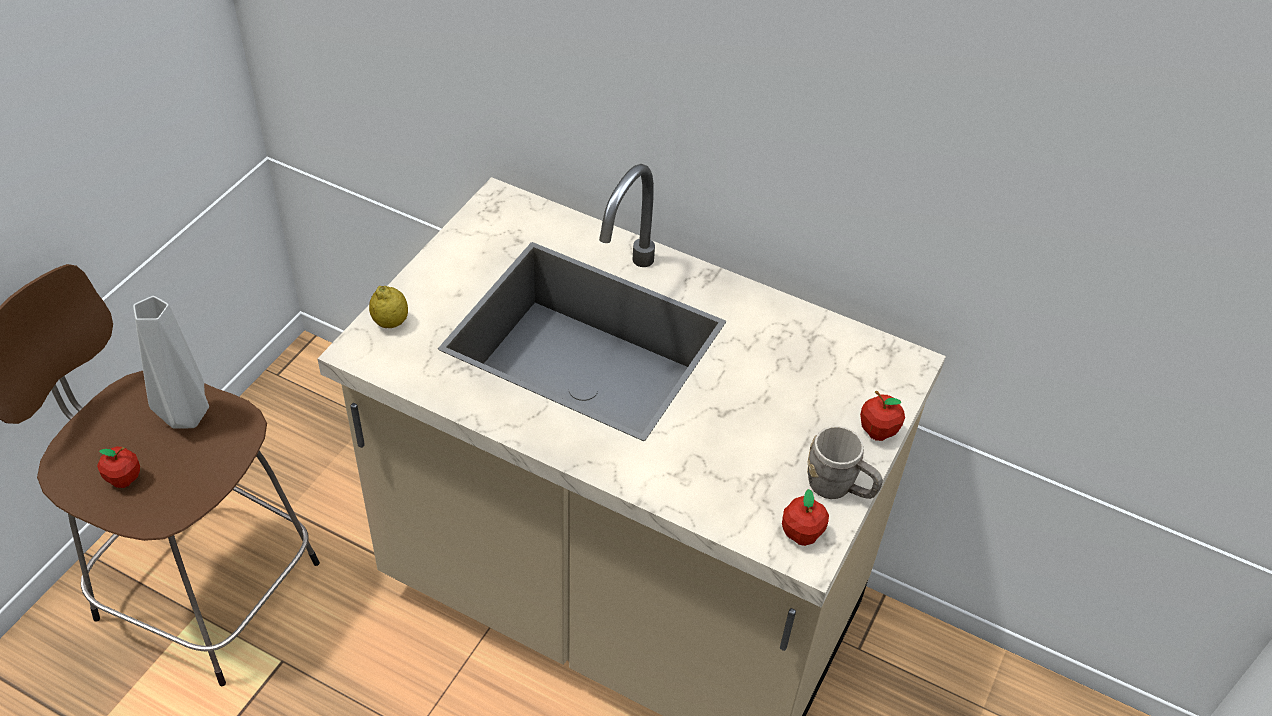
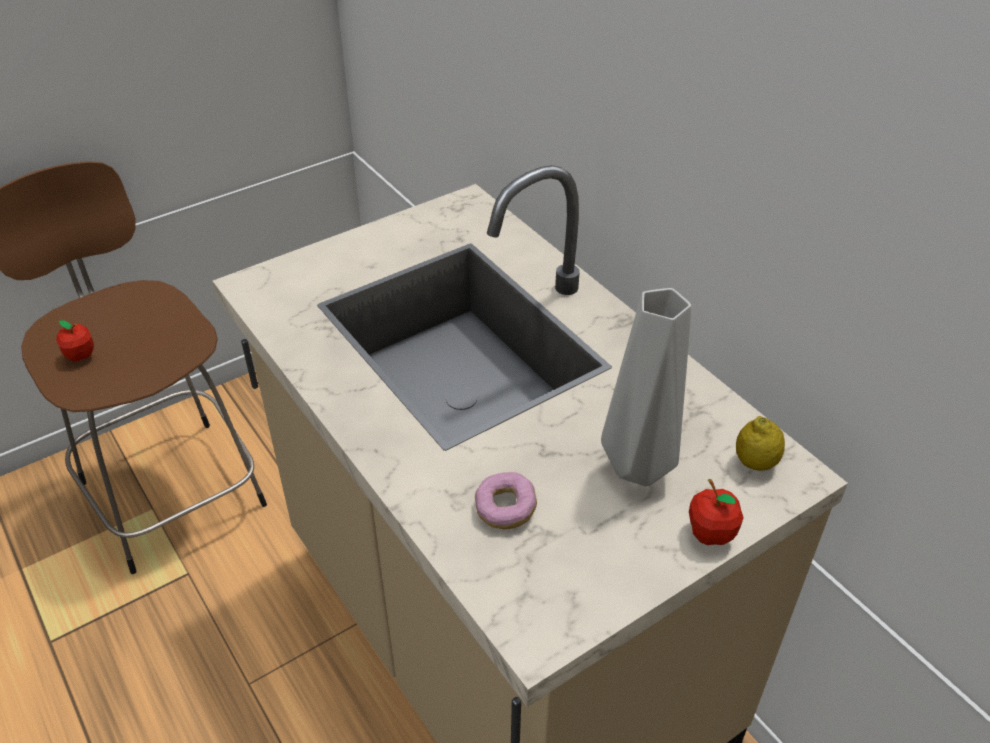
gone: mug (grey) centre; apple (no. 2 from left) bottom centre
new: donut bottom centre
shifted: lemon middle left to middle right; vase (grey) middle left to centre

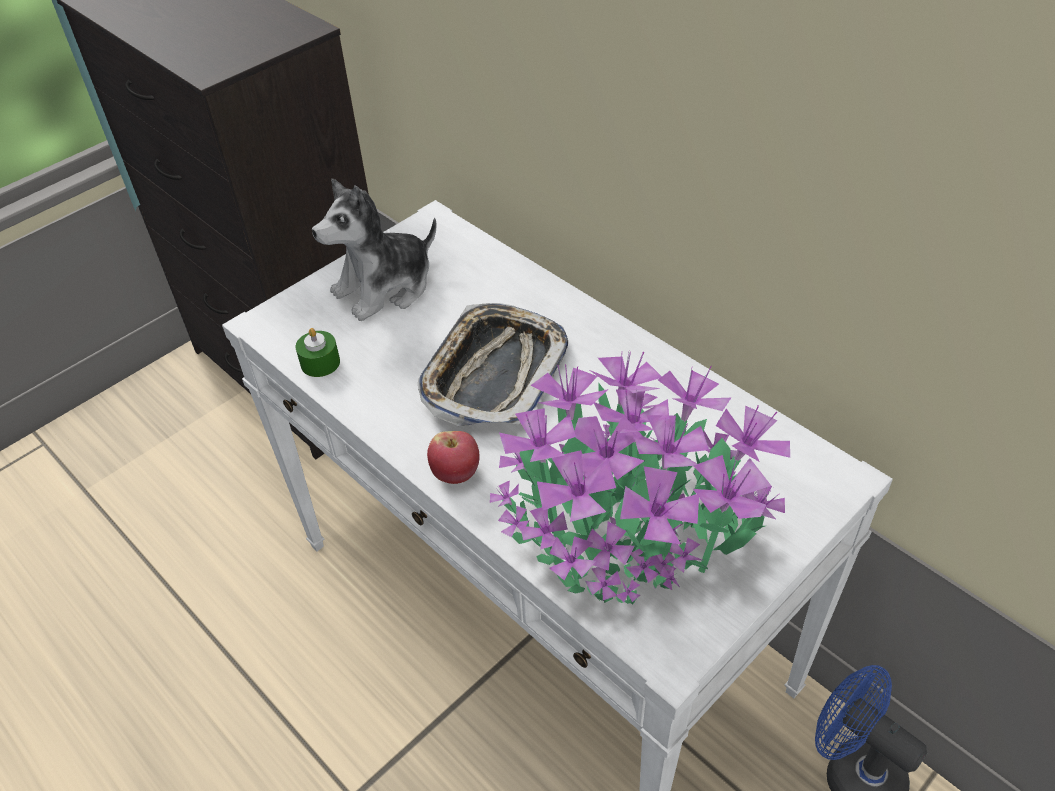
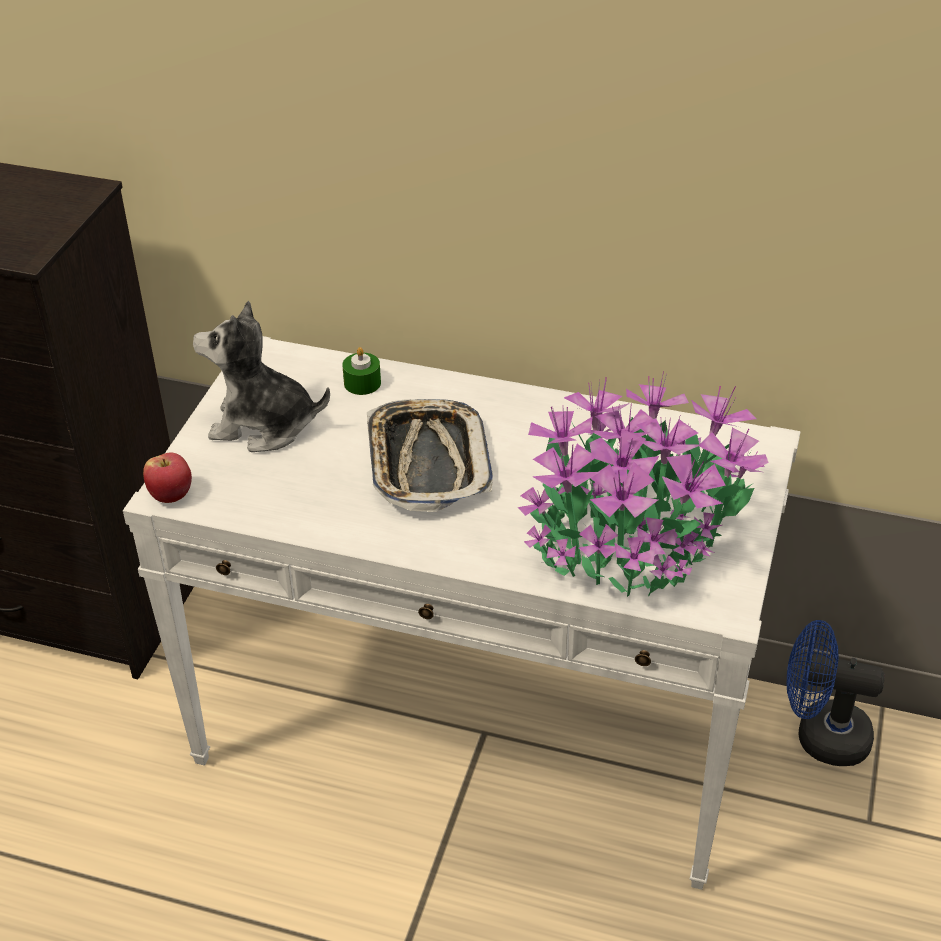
shifted: candle (green) middle left to centre; apple centre to middle left
rotated: plush toy top centre = middle left 75 degrees clockwise

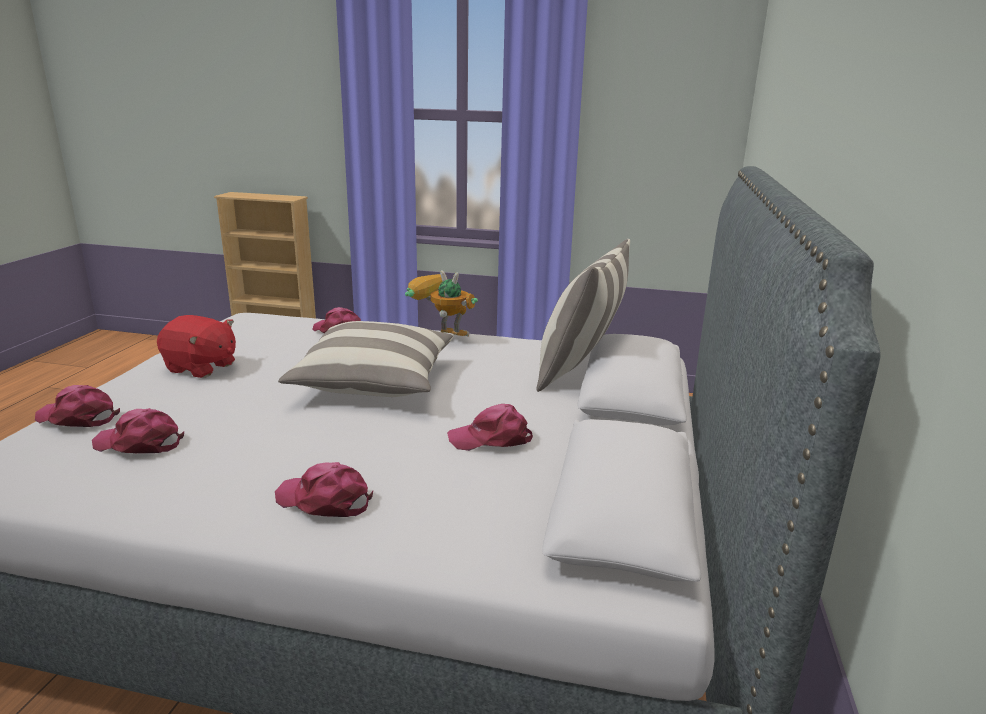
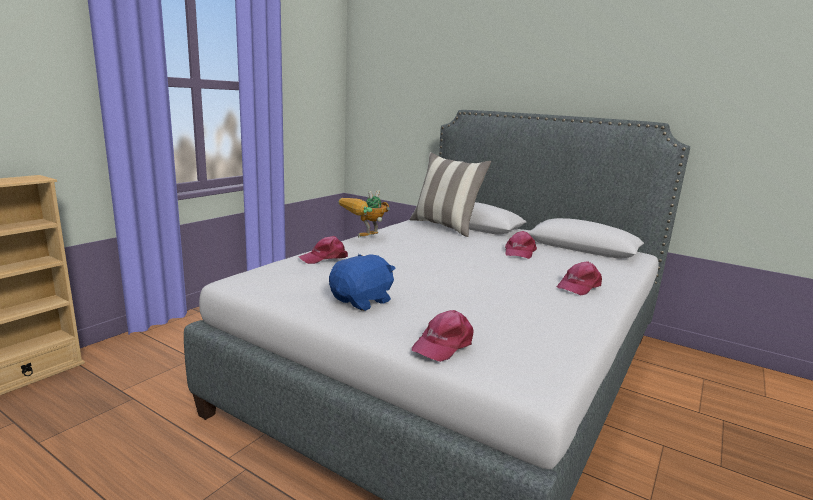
gone: pillow (no. 1 from left) centre; cap (pink) (no. 2 from left) middle left
repainted: plush toy (red) middle left to plush toy (blue) centre

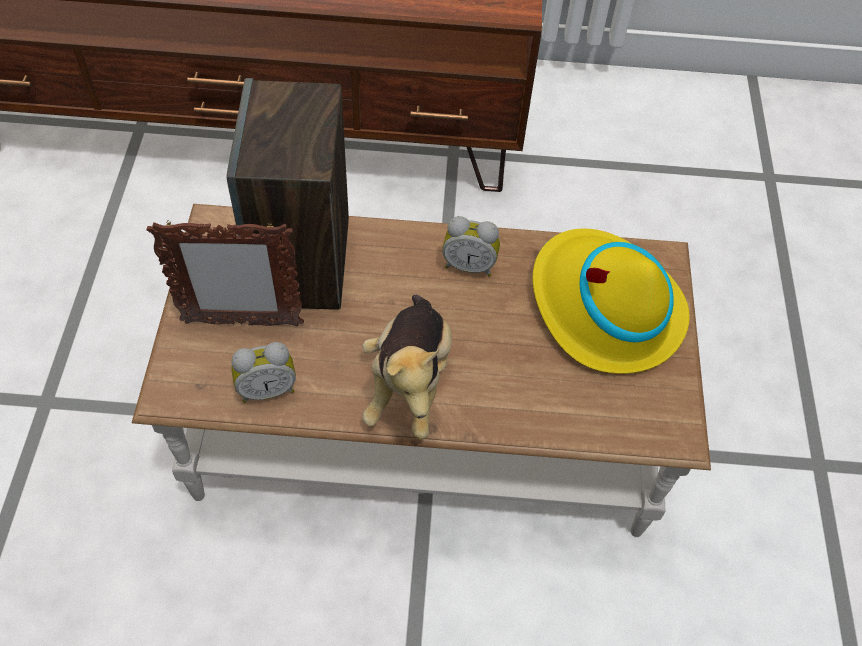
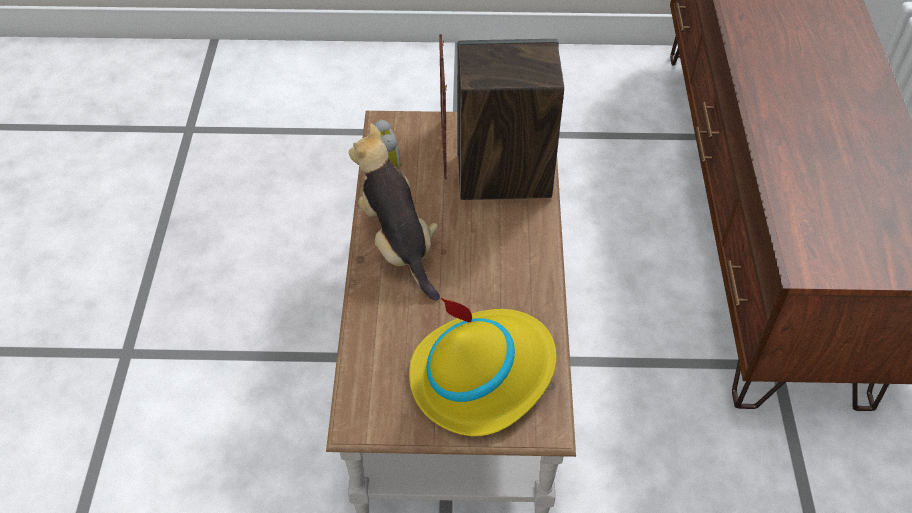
gone: alarm clock (no. 2 from left) centre
rotated: plush toy centre = centre 60 degrees clockwise

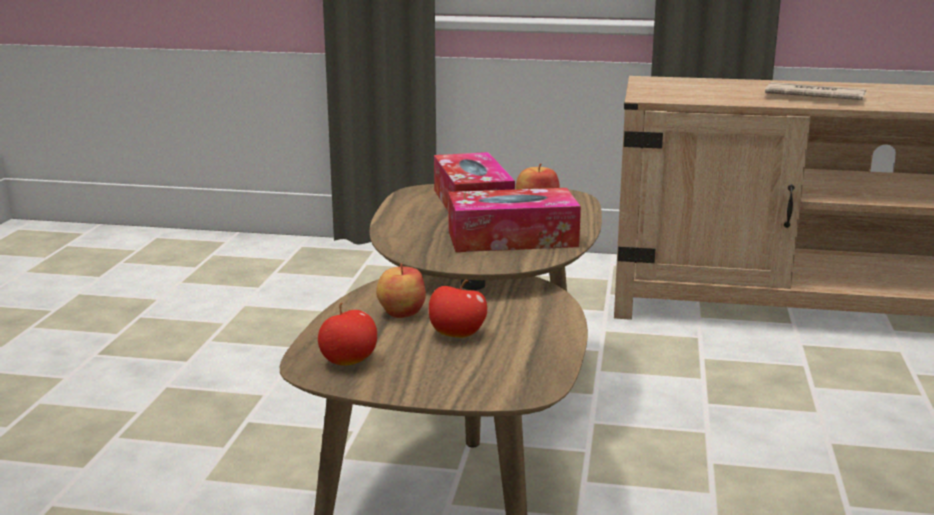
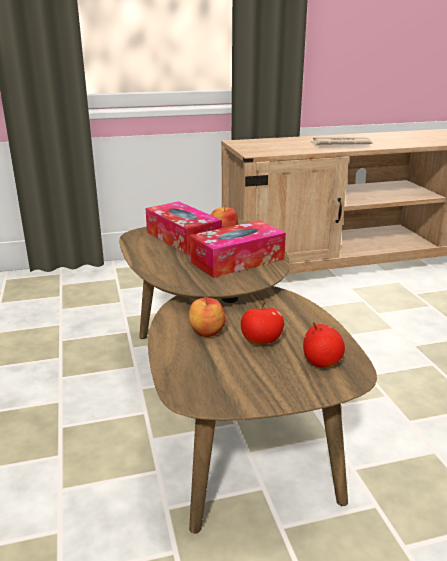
shifted: apple (no. 1 from left in the first image) centre to apple (no. 4 from left) middle right

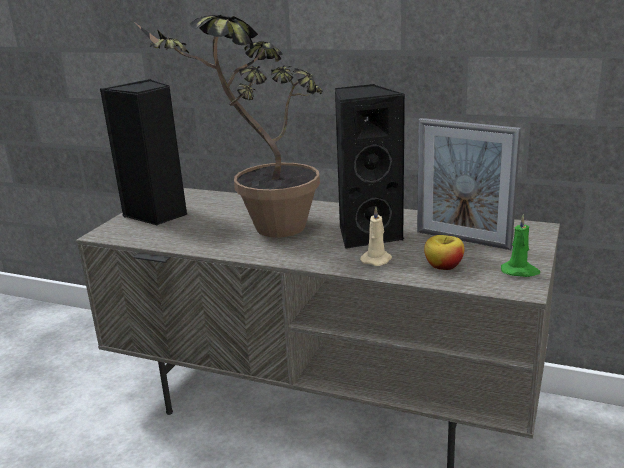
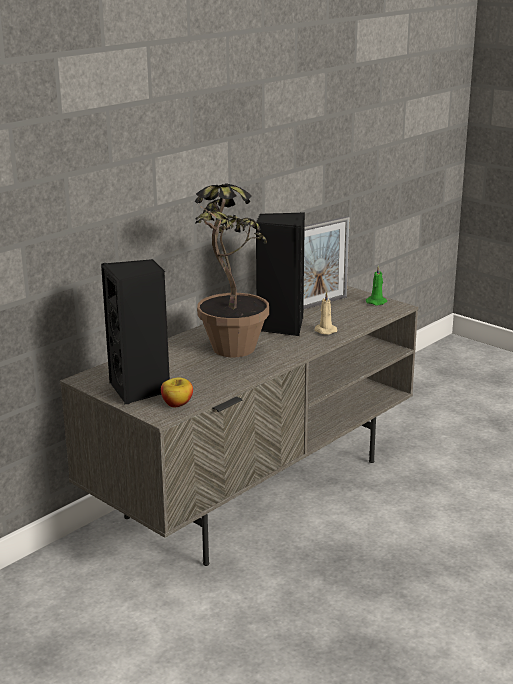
shifted: apple middle right to centre

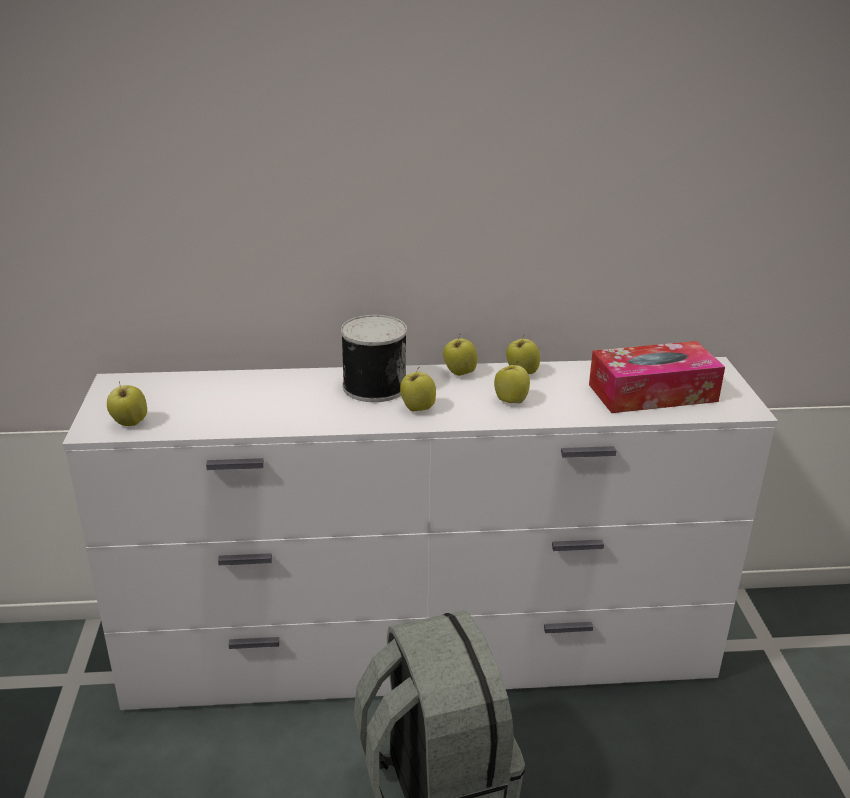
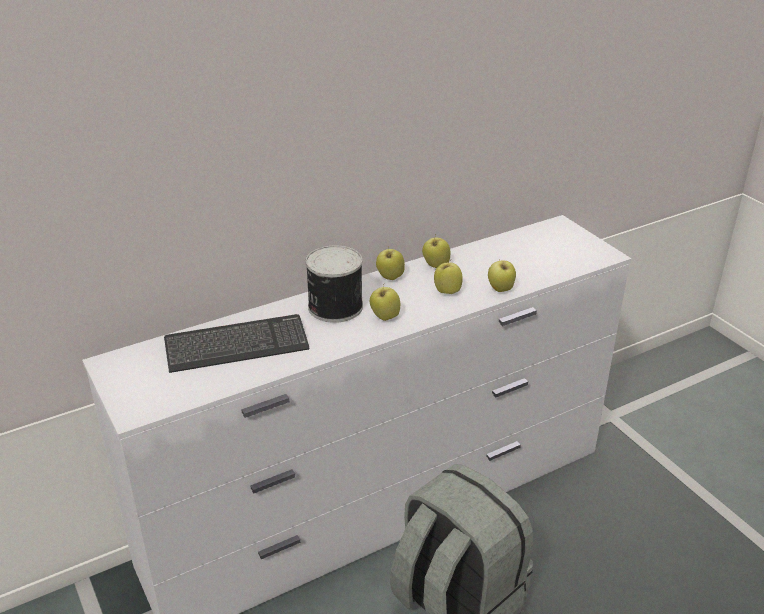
gone: tissue box middle right
new: keyboard middle left
shifted: apple (no. 1 from left in the first image) middle left to apple (no. 5 from left) centre

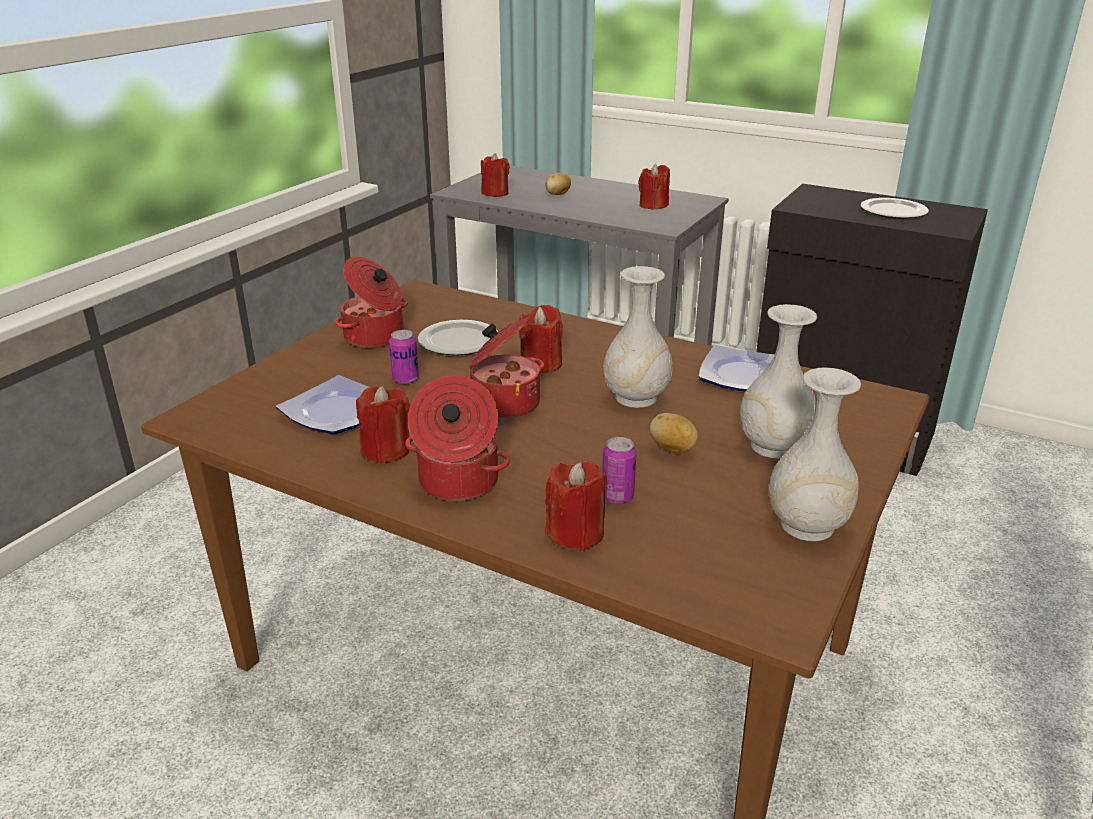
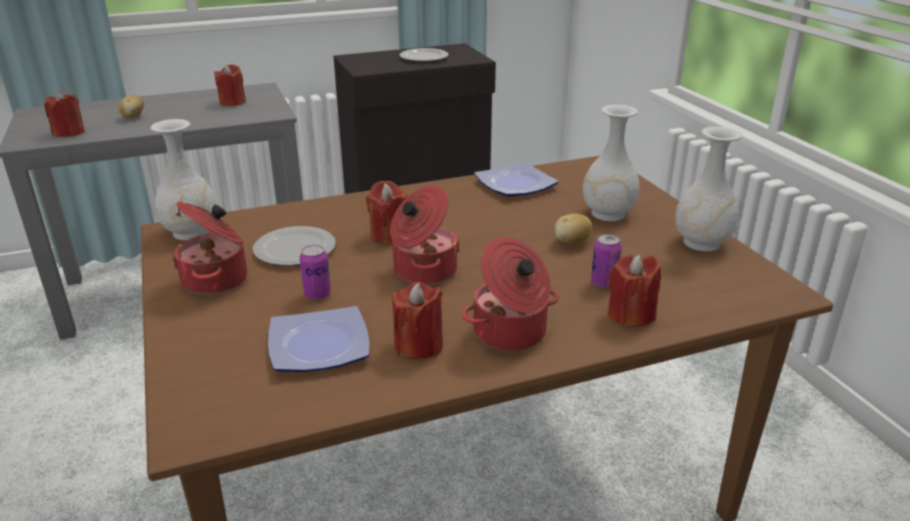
shifted: vase (white) (no. 1 from left) centre to middle left

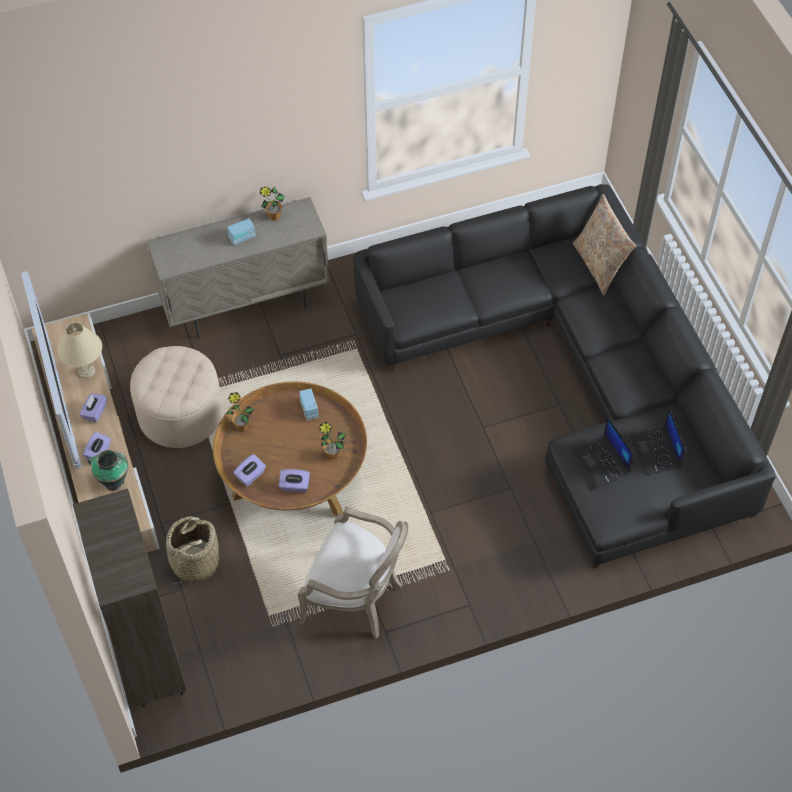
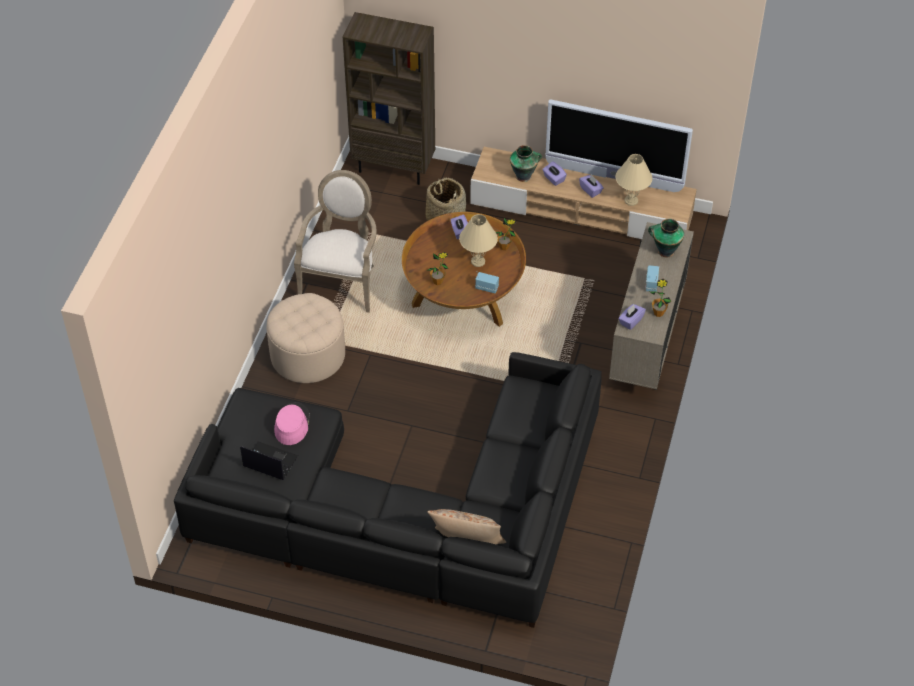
new: table lamp (beige) (no. 1 from left) centre; vase (no. 2 from left) middle right
shifted: ottoman (beige) middle left to centre; tissue box (purple) (no. 4 from left) centre to middle right
swapped: laptop (no. 1 from left) middle right to hat (pink) middle left
rotated: armchair bottom centre = centre 135 degrees clockwise

